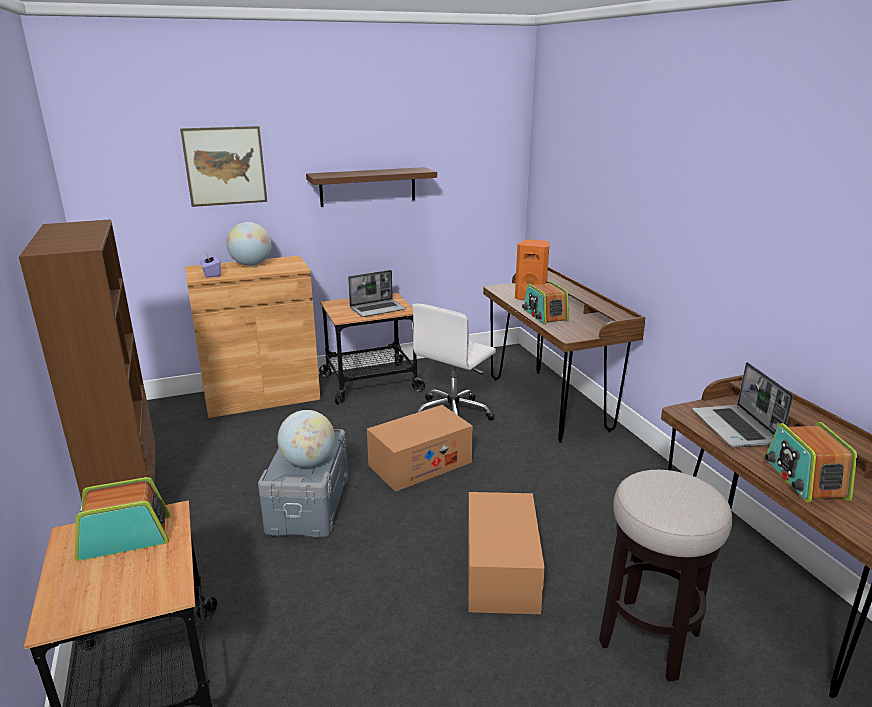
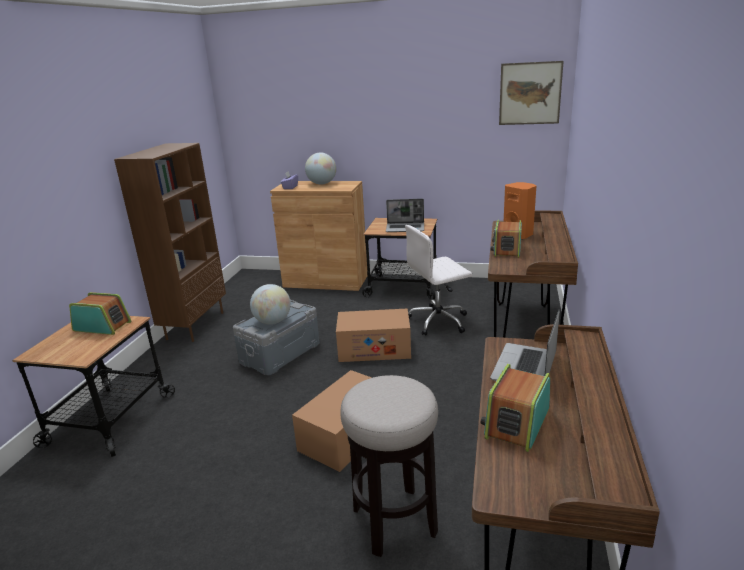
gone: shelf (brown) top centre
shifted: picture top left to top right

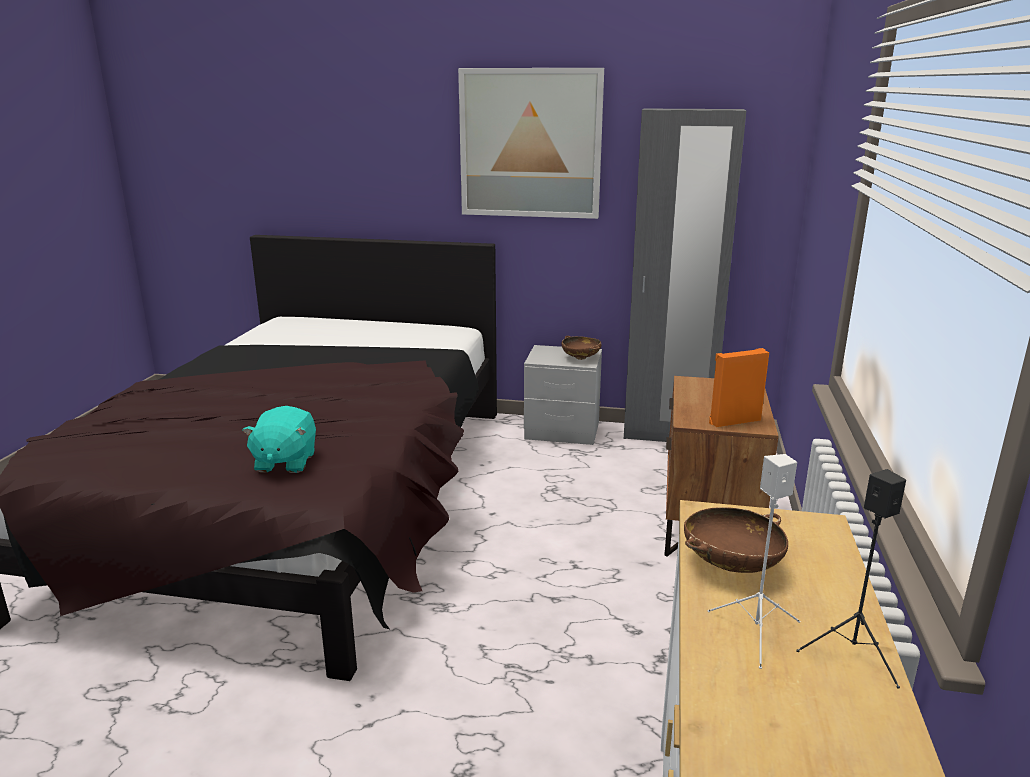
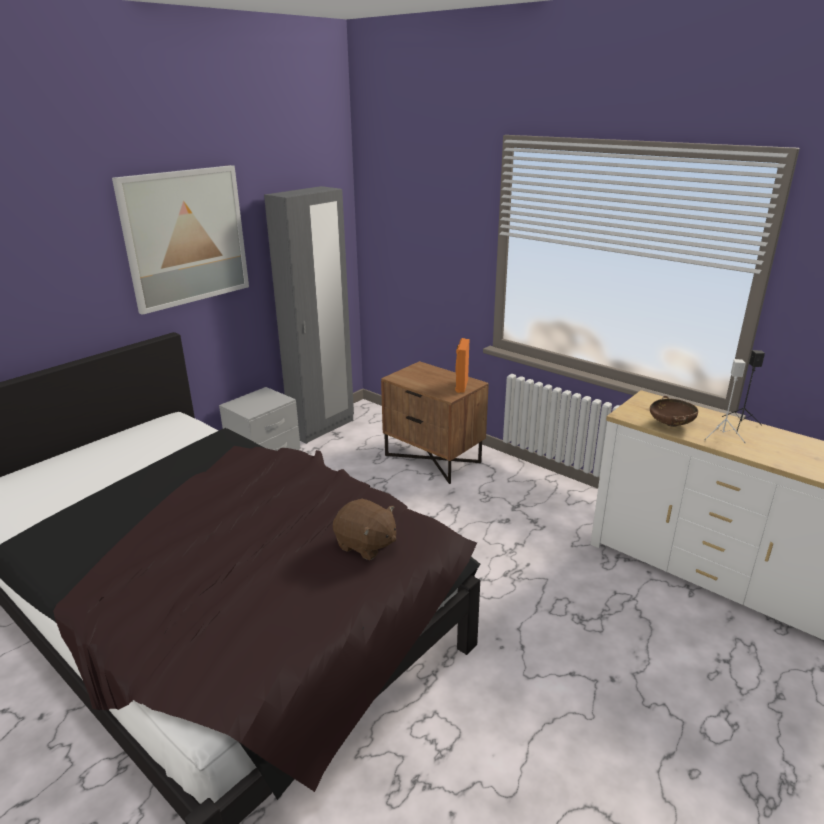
gone: bowl (brown) (no. 1 from left) centre
repainted: plush toy (turquoise) middle left to plush toy (brown) centre

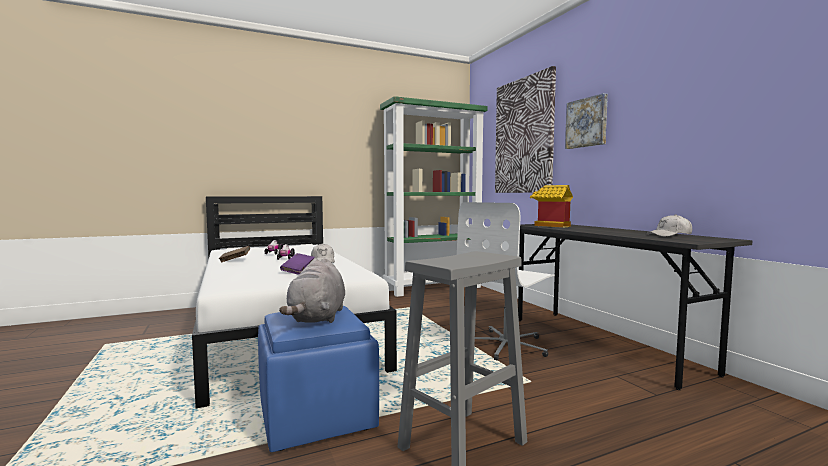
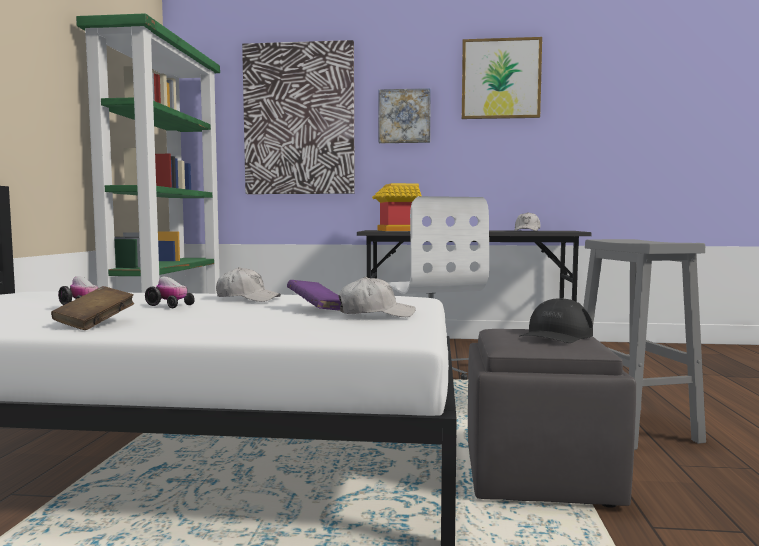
new: picture (no. 3 from left) top centre; cap (white) (no. 2 from left) centre
swapped: plush toy (grey) centre to cap (black) middle right
repainted: ottoman (blue) bottom centre to ottoman (grey) bottom right

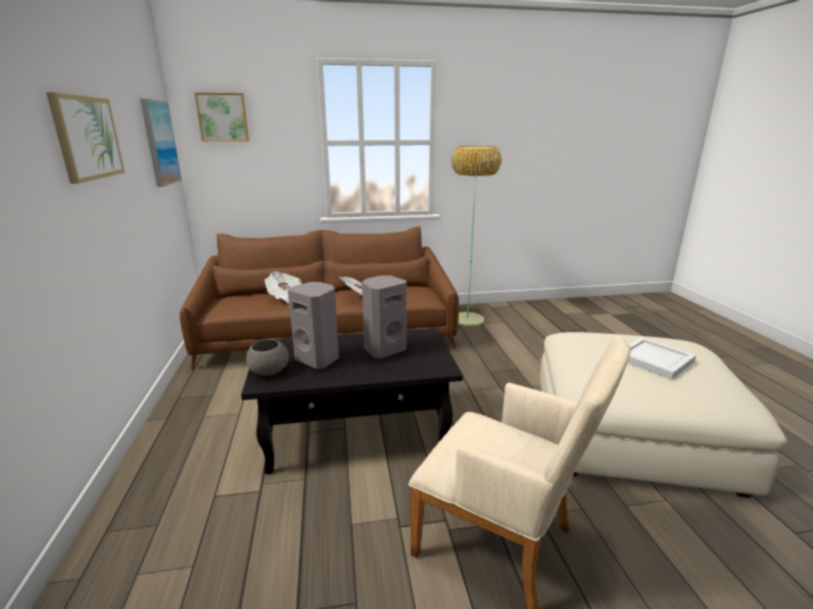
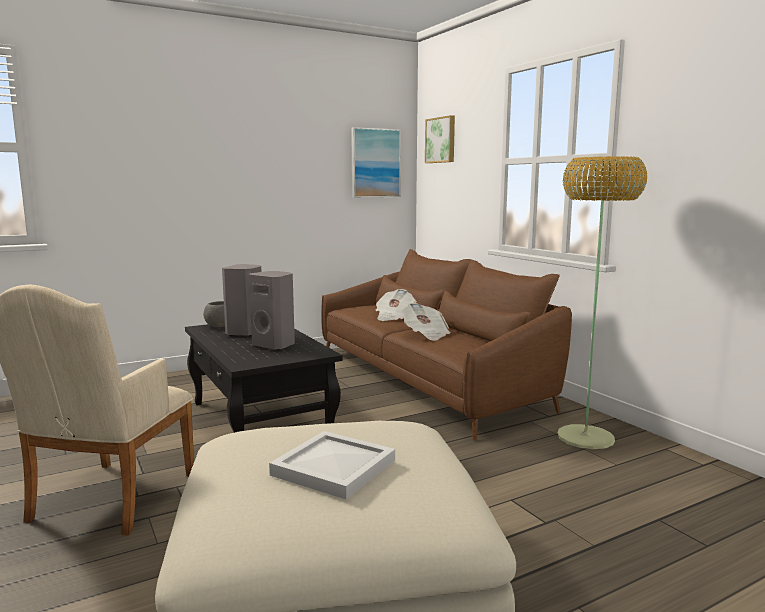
gone: picture (no. 1 from left) top left

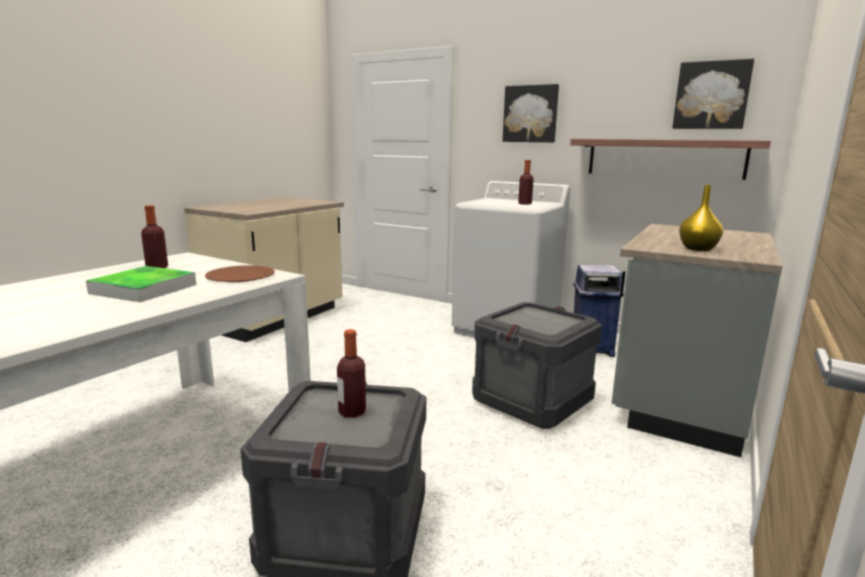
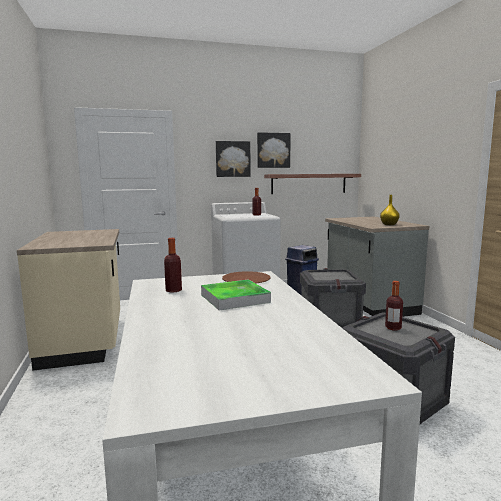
shifted: picture (no. 2 from left) top right to top centre

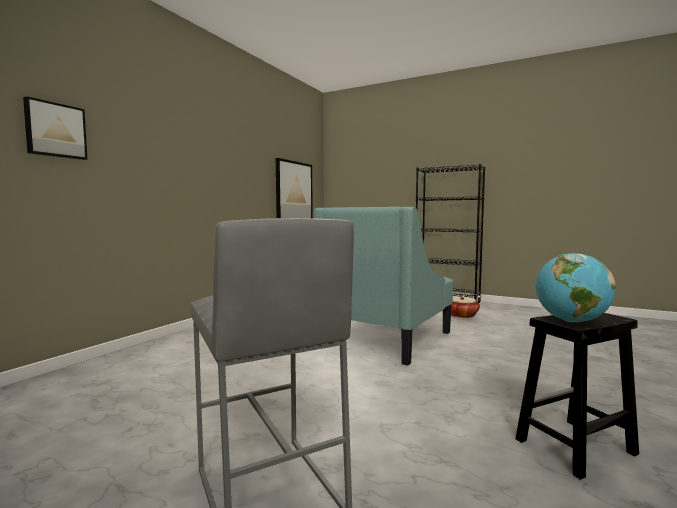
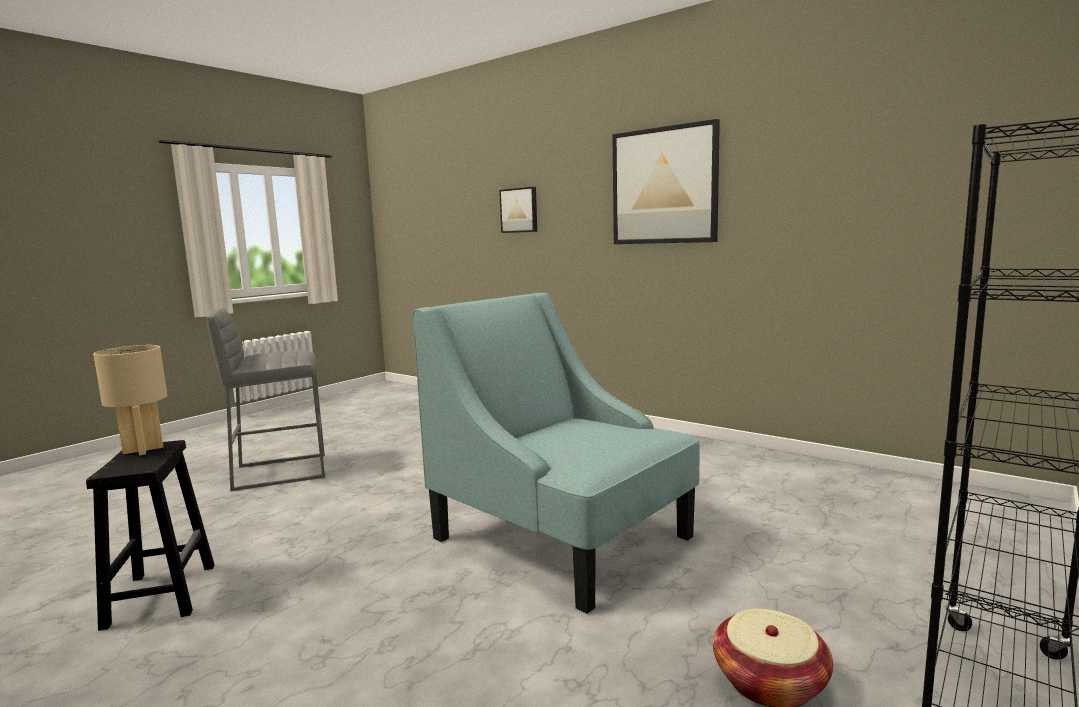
shifted: picture (no. 2 from left) centre to top centre
swapped: globe middle right to table lamp (beige) middle left

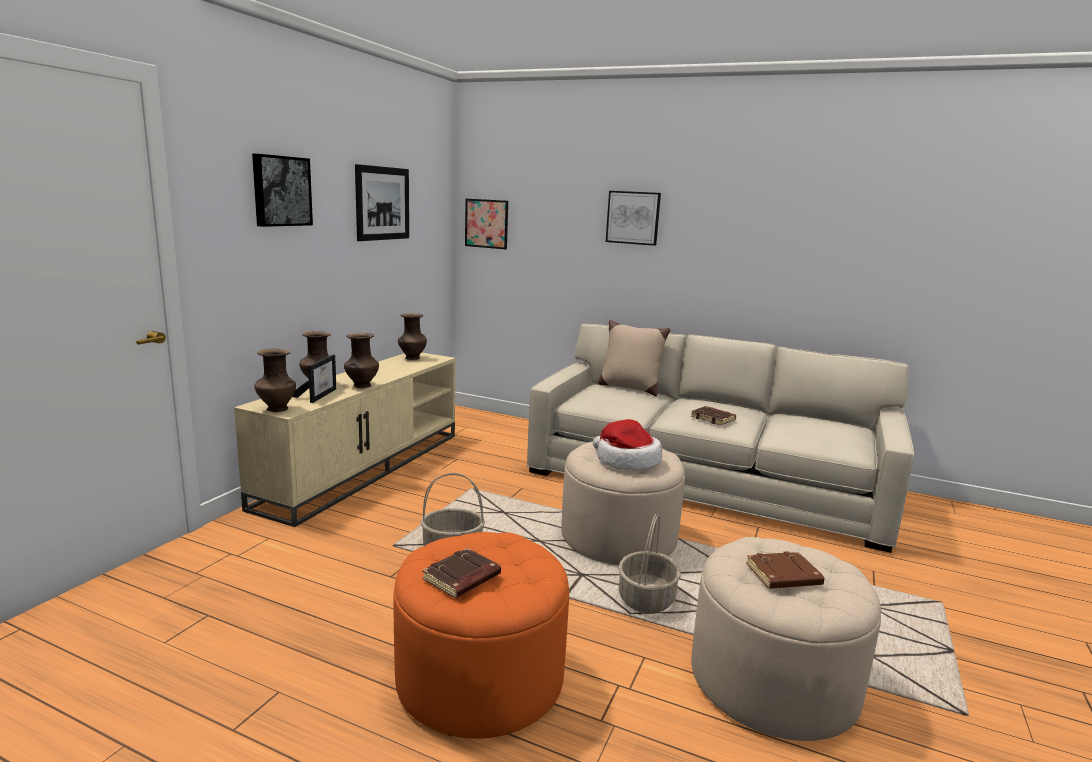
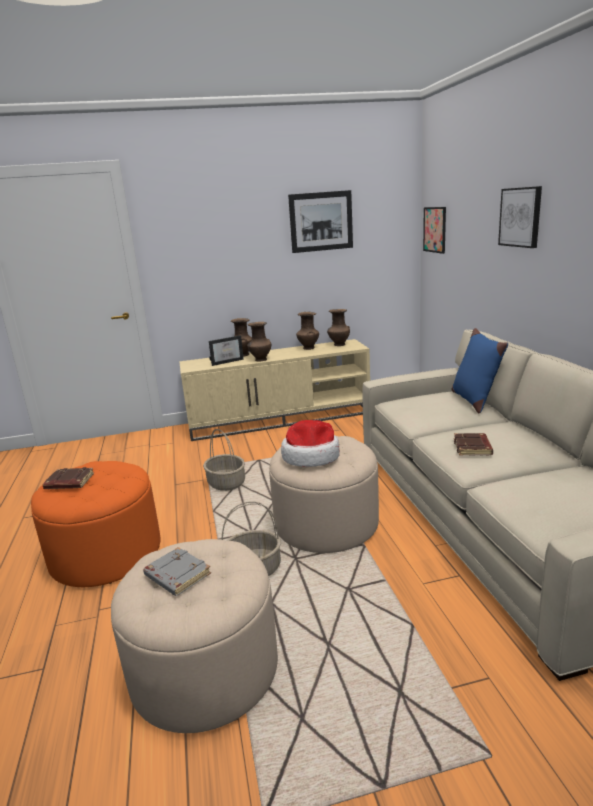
gone: picture (no. 1 from left) top left
shifted: vase (brown) (no. 1 from left in the first image) middle left to vase (brown) (no. 3 from left) centre
repainted: pillow (beige) centre to pillow (blue) middle right; book (brown) (no. 3 from left) bottom right to book (grey) bottom left

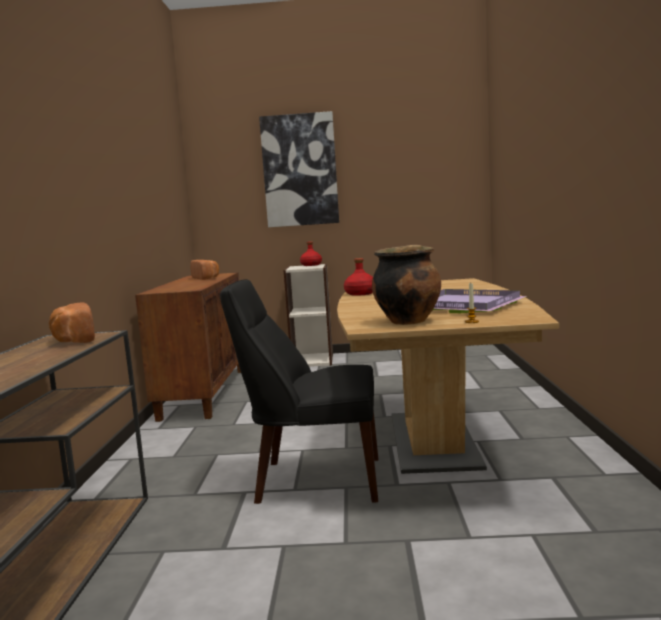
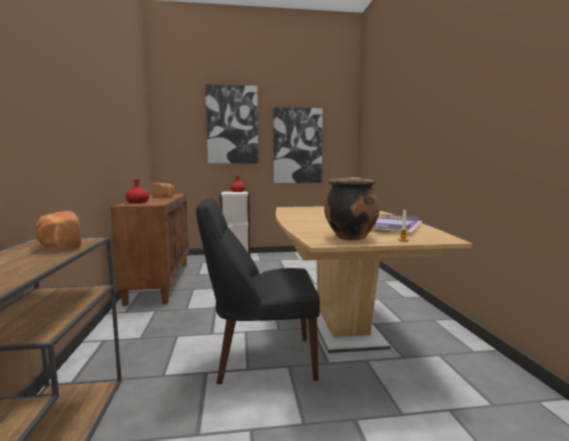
new: picture (no. 2 from left) top centre
shifted: bottle (red) (no. 2 from left in the first image) centre to bottle (red) (no. 1 from left) middle left

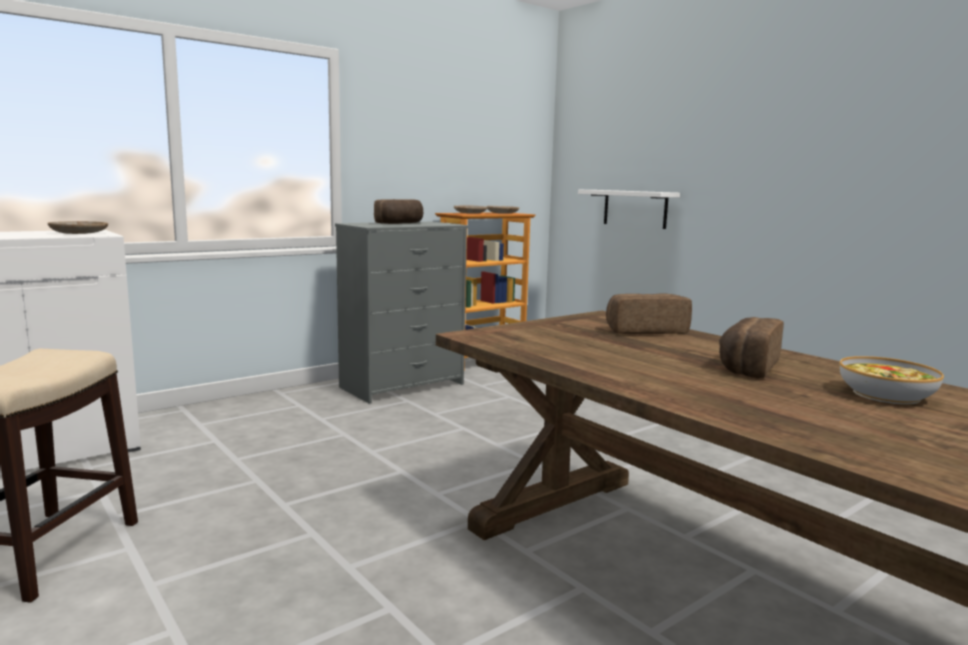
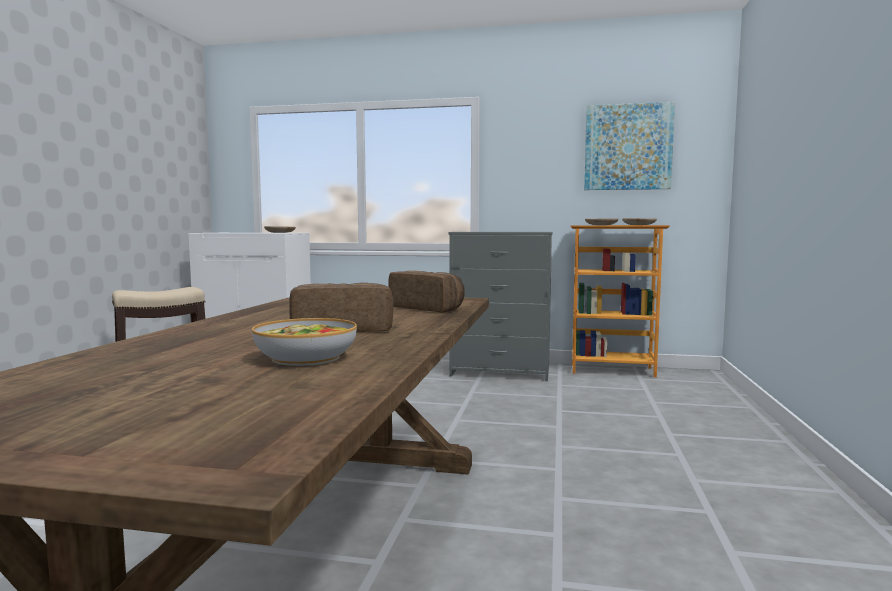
gone: shelf (white) top centre; bread (no. 1 from left) top centre
new: picture top right

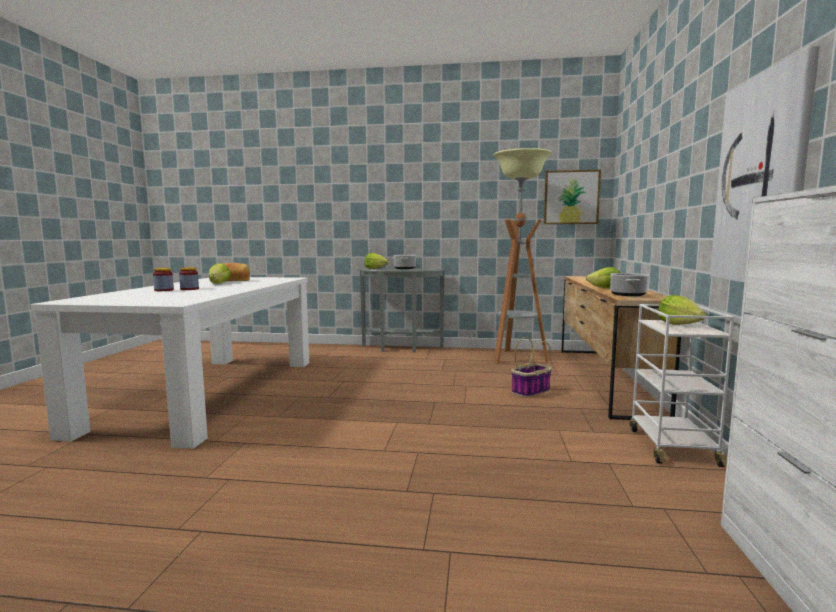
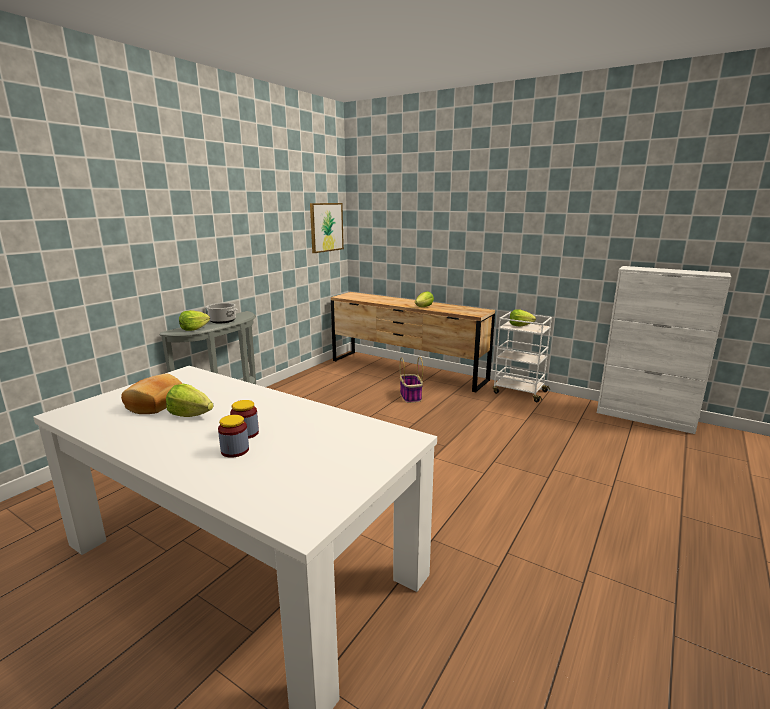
gone: picture (no. 2 from left) top right; floor lamp centre; cooking pot (no. 2 from left) middle right

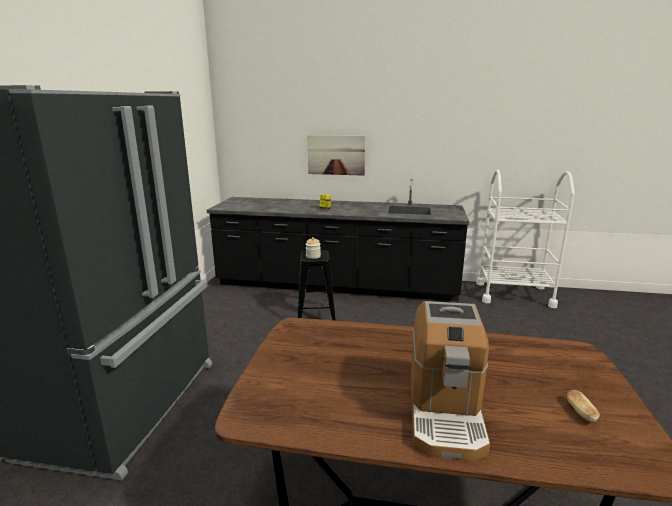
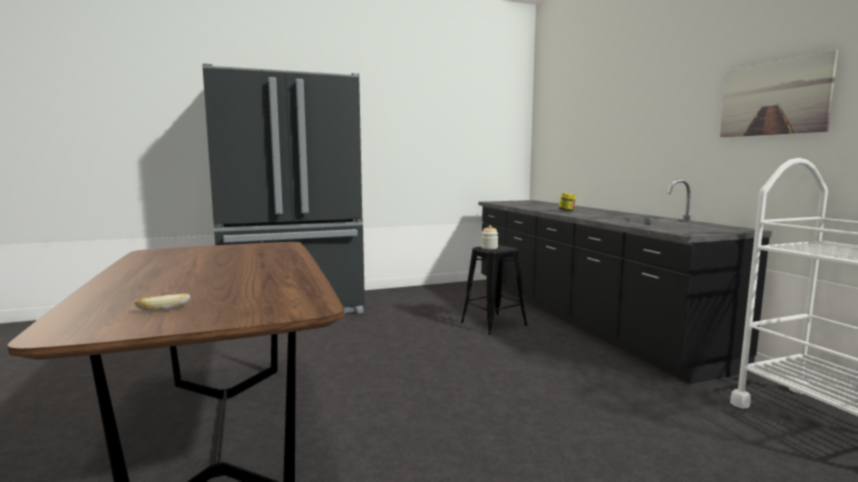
gone: coffee machine bottom right
shifted: picture top centre to top right

